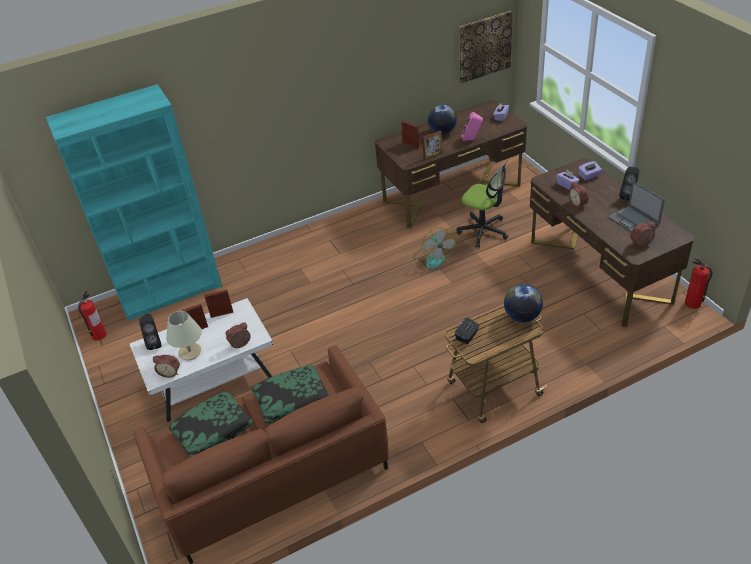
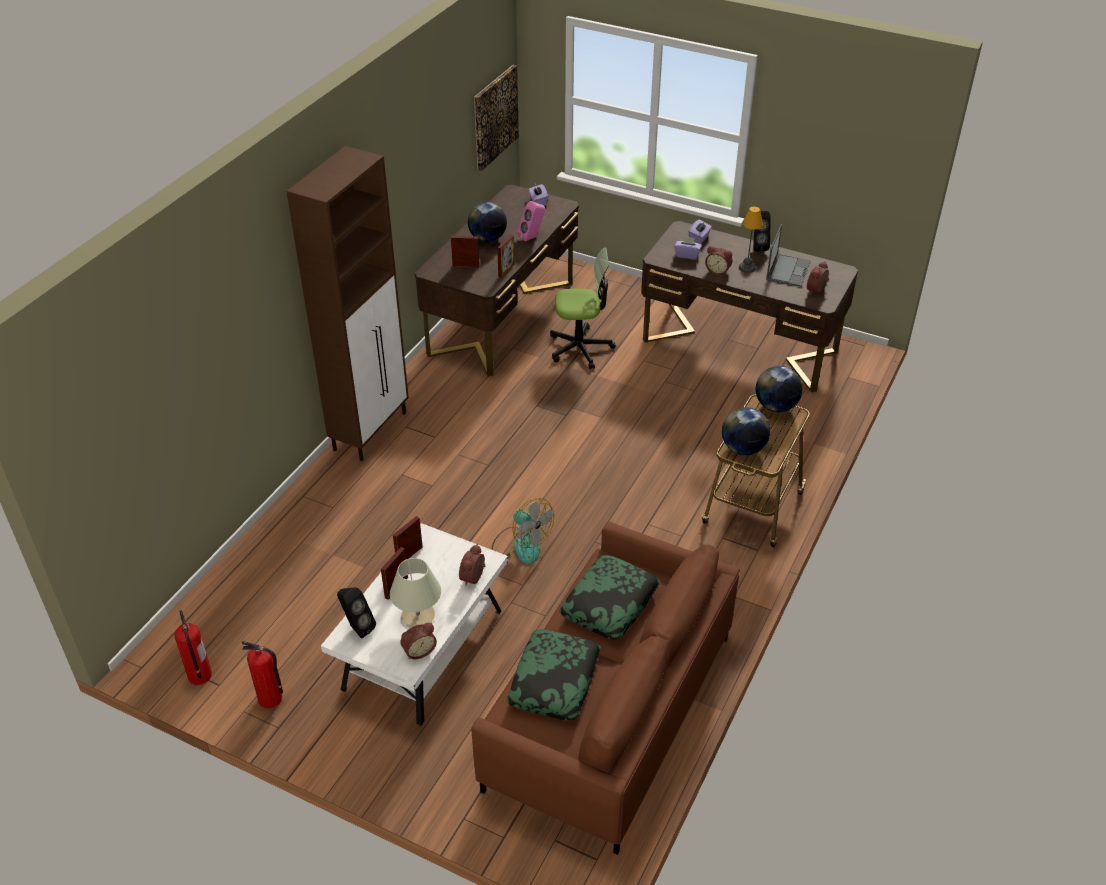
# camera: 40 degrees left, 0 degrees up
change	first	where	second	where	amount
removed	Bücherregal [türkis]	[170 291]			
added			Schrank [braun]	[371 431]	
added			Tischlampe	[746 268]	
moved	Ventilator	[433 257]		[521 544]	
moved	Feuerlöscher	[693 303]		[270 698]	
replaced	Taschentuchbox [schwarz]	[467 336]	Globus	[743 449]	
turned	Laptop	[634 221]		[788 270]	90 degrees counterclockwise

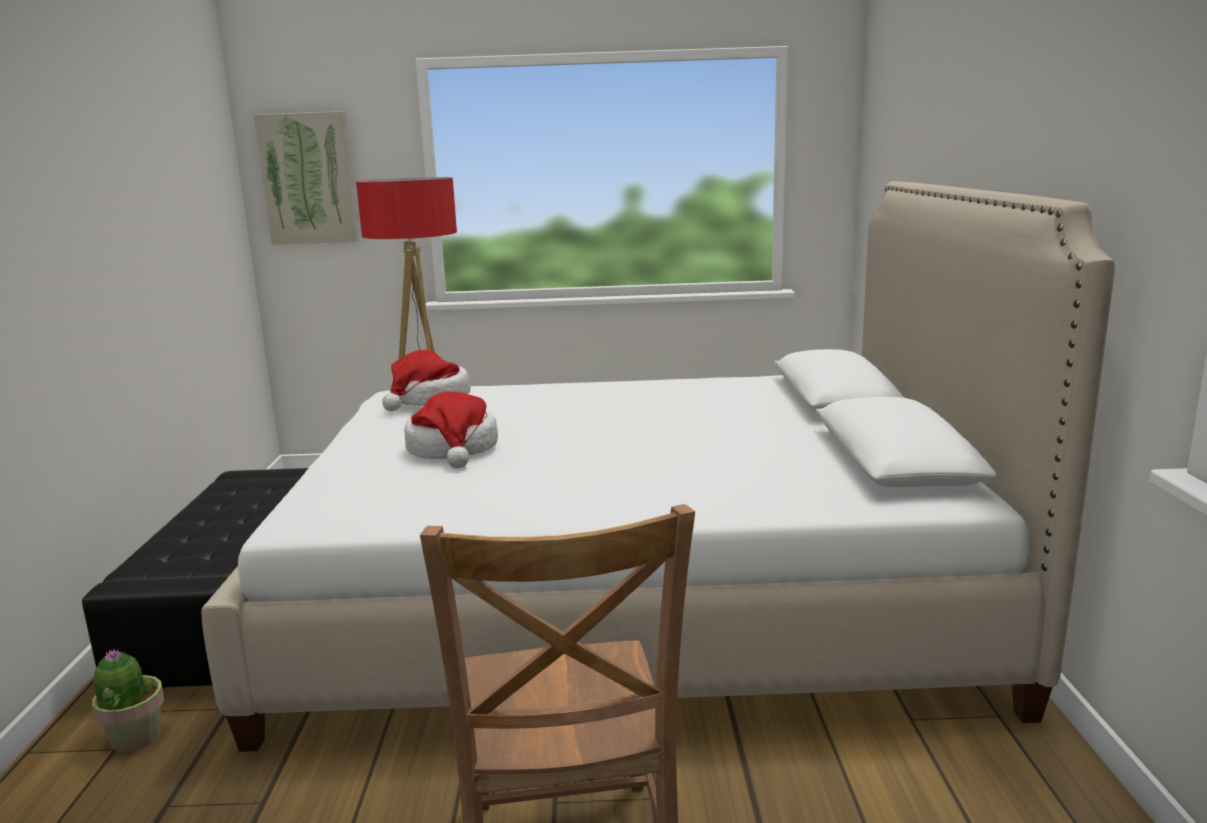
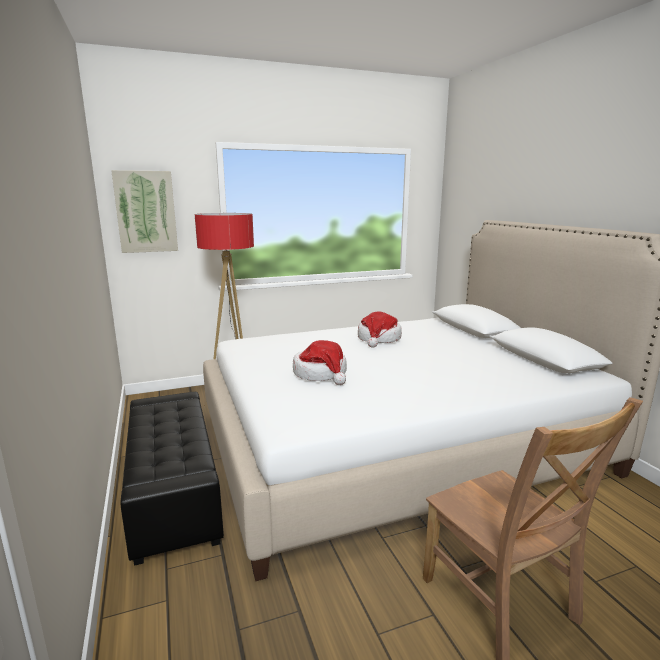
# camera: 20 degrees left, 0 degrees up
change	first	where	second	where	amount
removed	Topfpflanze	[135 738]			
moved	Hut	[429 399]		[379 339]	

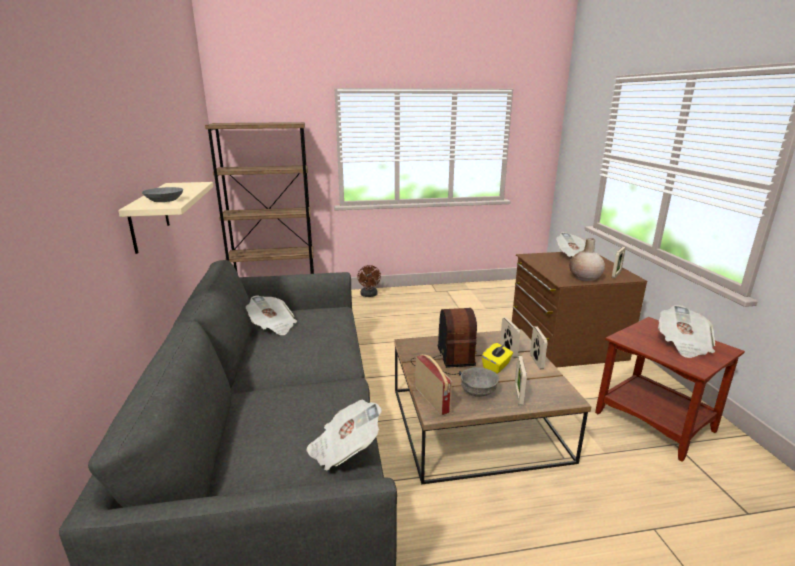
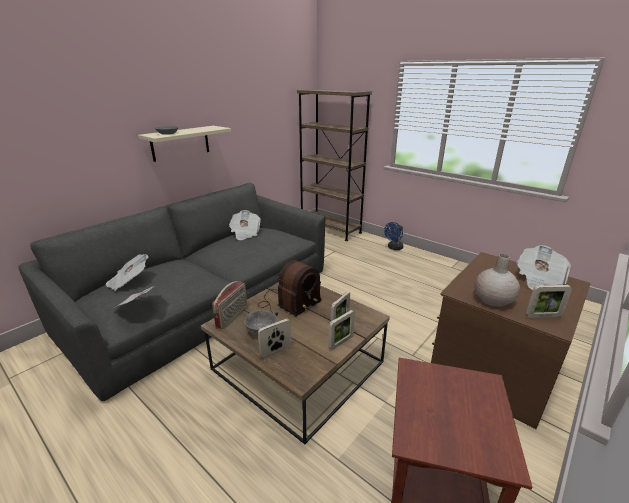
# camera: 50 degrees right, 5 degrees up
change	first	where	second	where	amount
removed	Taschentuchbox [gelb]	[496 366]			
moved	Zeitung	[683 344]		[129 282]	
recoloured	Ventilator [braun]	[369 295]	Ventilator [blau]	[394 248]	

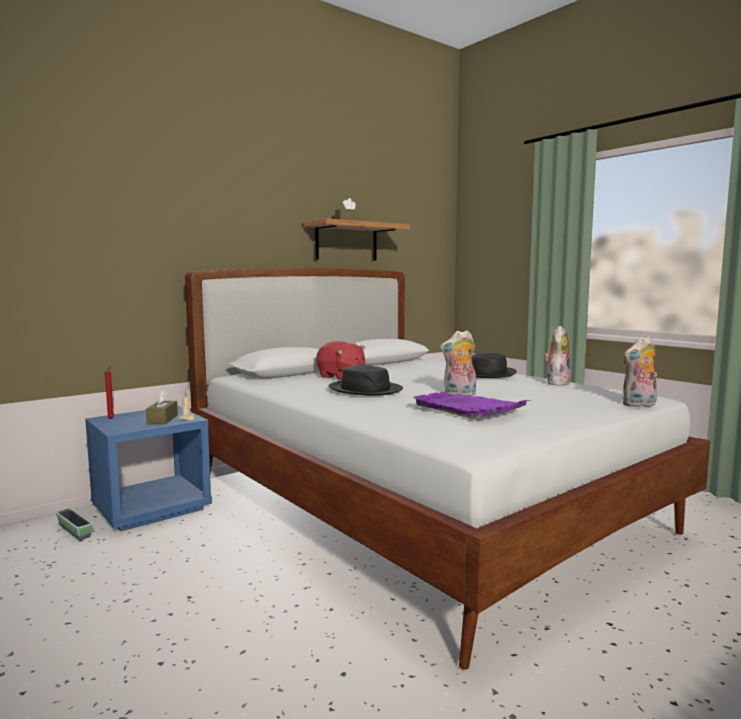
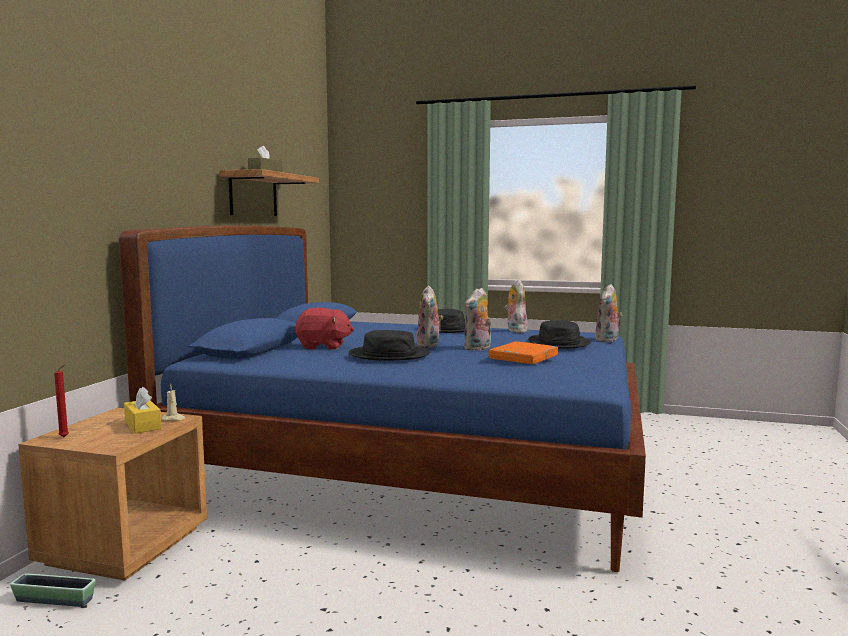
# camera: 35 degrees left, 0 degrees up
change	first	where	second	where	amount
added			Plüschtier	[429 345]	
added			Hut [schwarz]	[559 343]	
replaced	Tablett [lila]	[469 408]	Buch [orange]	[523 358]	
recoloured	Nachttisch [blau]	[152 508]	Nachttisch [braun]	[125 545]	
recoloured	Taschentuchbox [braun]	[162 419]	Taschentuchbox [gelb]	[143 425]	
recoloured	Bett [weiß]	[418 507]	Bett [blau]	[415 469]	

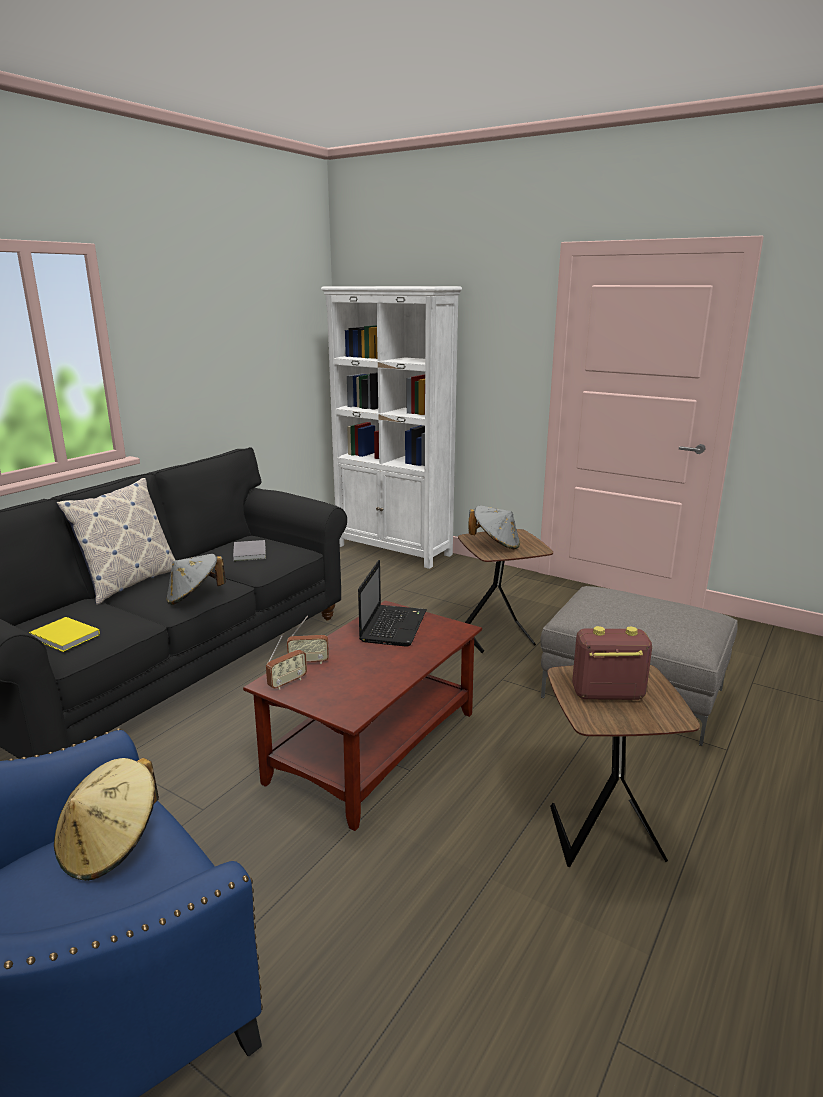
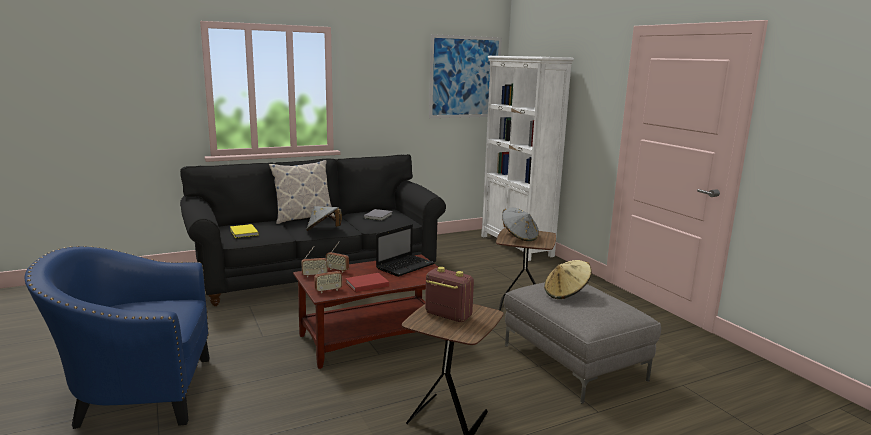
# camera: 30 degrees right, 5 degrees down
change	first	where	second	where	amount
added			Radio	[328 290]	
added			Buch [rot]	[365 284]	
added			Bild	[465 77]	
moved	Hut [beige]	[111 845]		[566 293]	

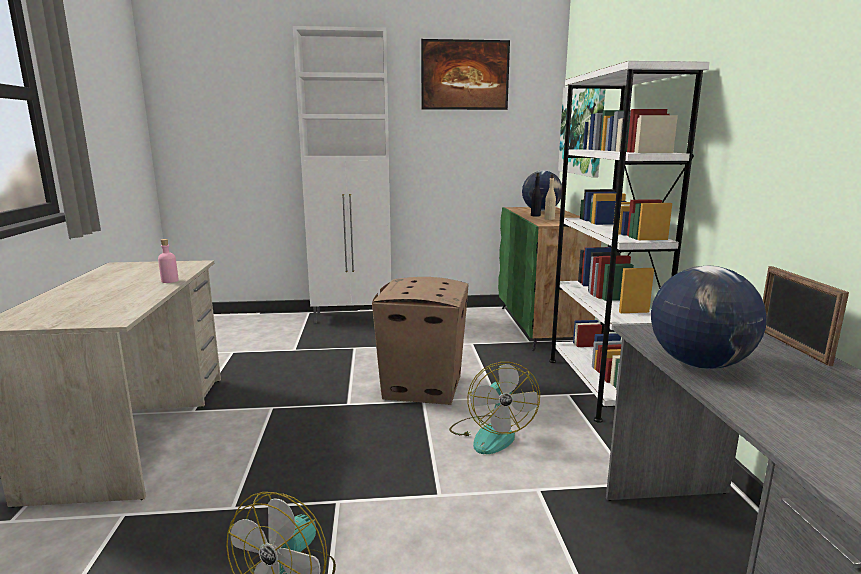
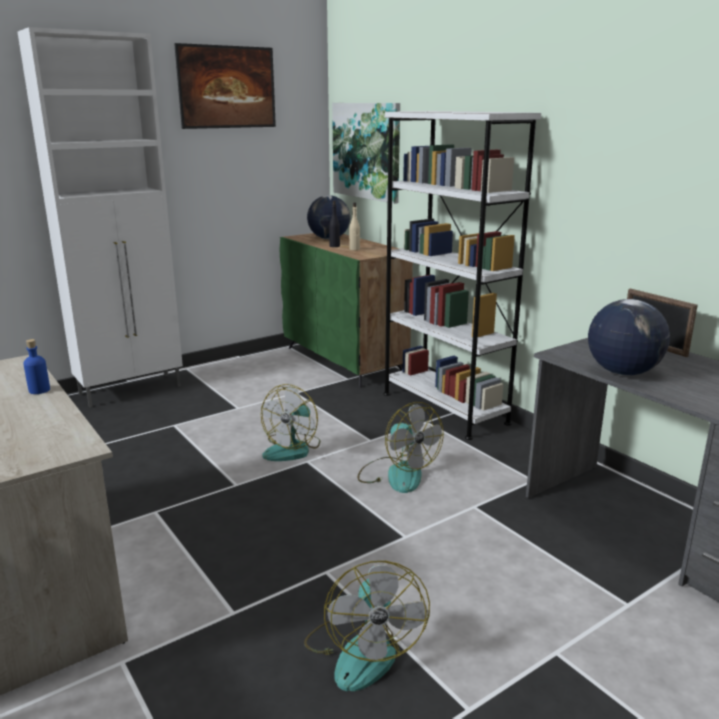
# camera: 30 degrees left, 5 degrees up
change	first	where	second	where	amount
replaced	Karton	[422 387]	Ventilator	[293 449]	
recoloured	Flasche [rosa]	[170 281]	Flasche [blau]	[39 390]	

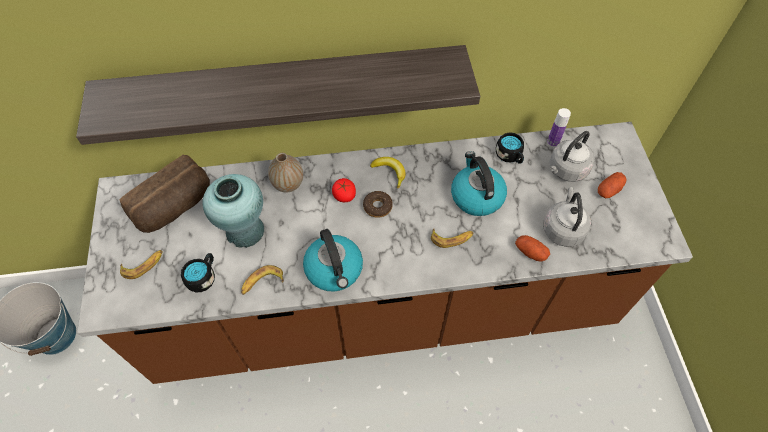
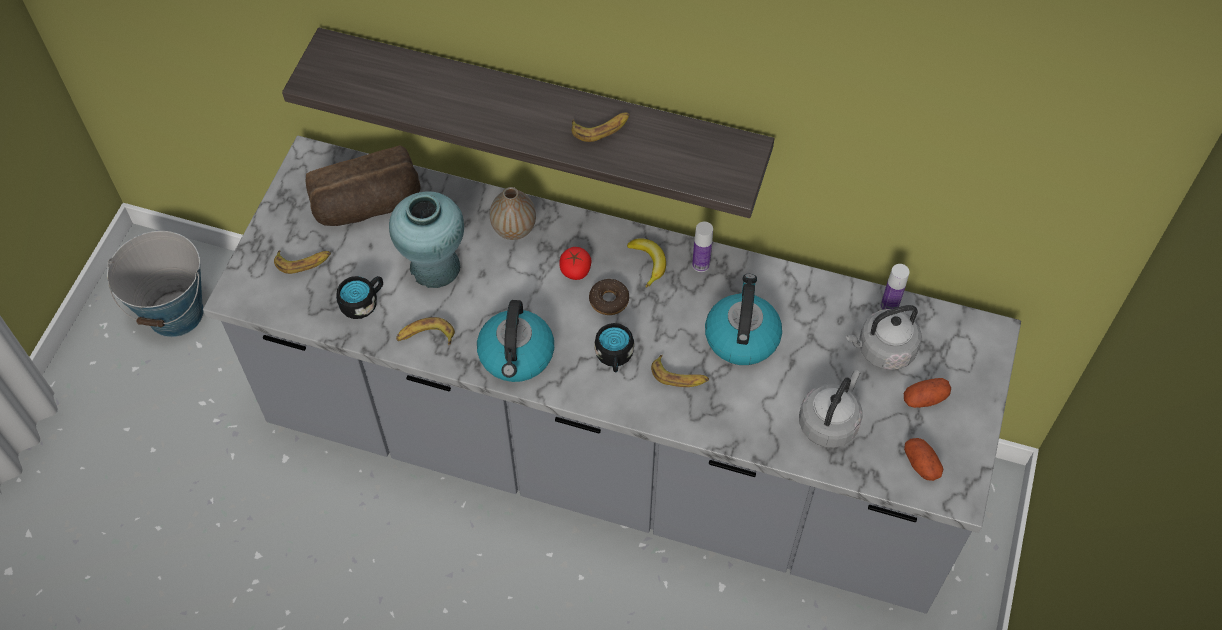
# camera: 25 degrees right, 0 degrees up
change	first	where	second	where	amount
added			Banane	[601 128]	
added			Flasche	[701 265]	
moved	Henkelbecher [schwarz]	[510 156]		[614 357]	
moved	Kartoffel	[530 252]		[921 464]	
recoloured	Küchenzeile [braun]	[384 305]	Küchenzeile [grau]	[611 452]	

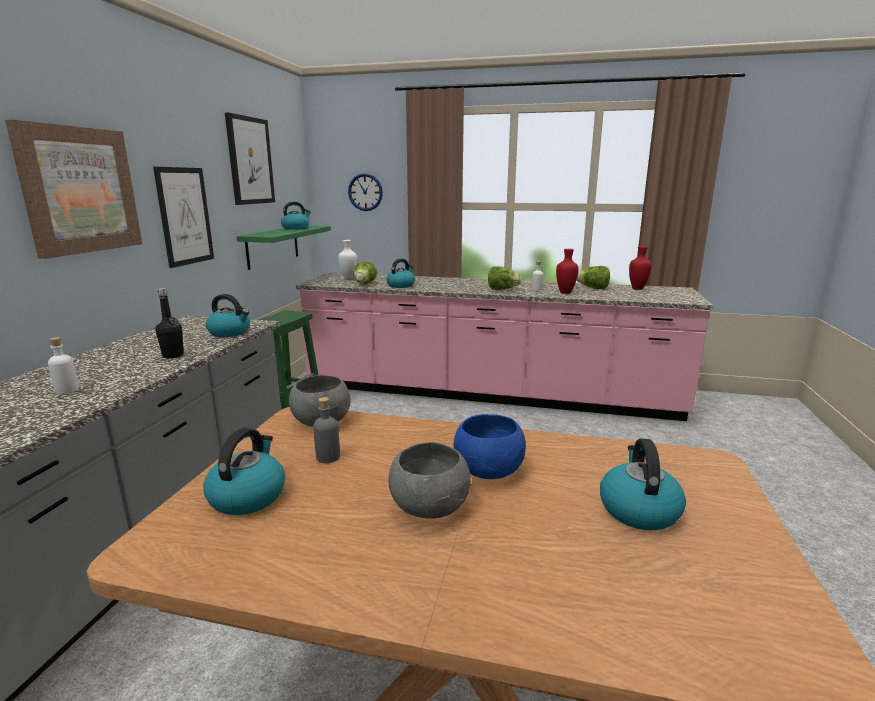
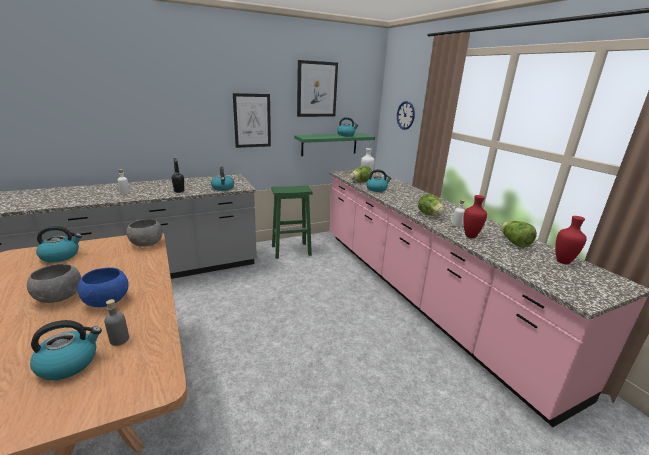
# camera: 50 degrees right, 5 degrees up
change	first	where	second	where	amount
removed	Bild	[79 190]			
moved	Flasche [grau]	[328 457]		[119 339]	

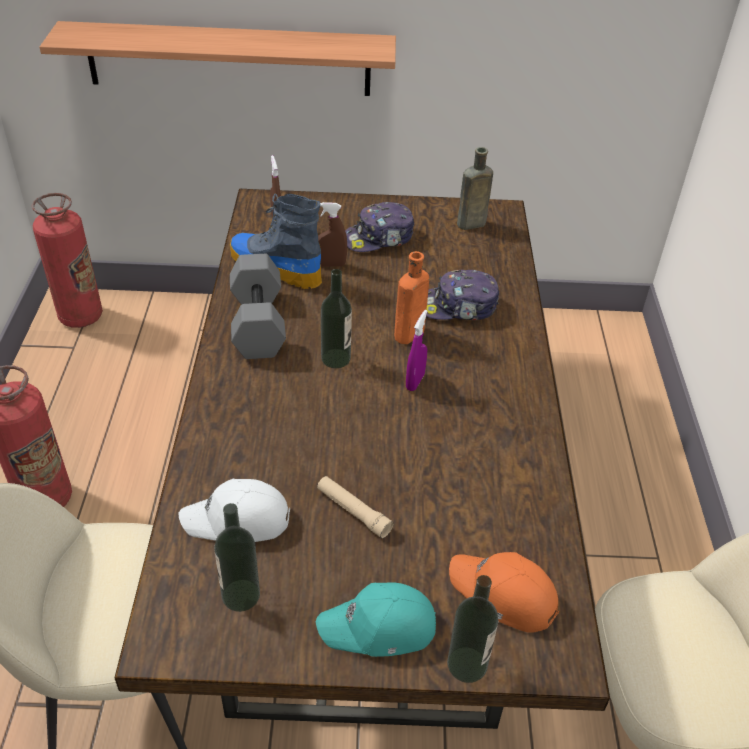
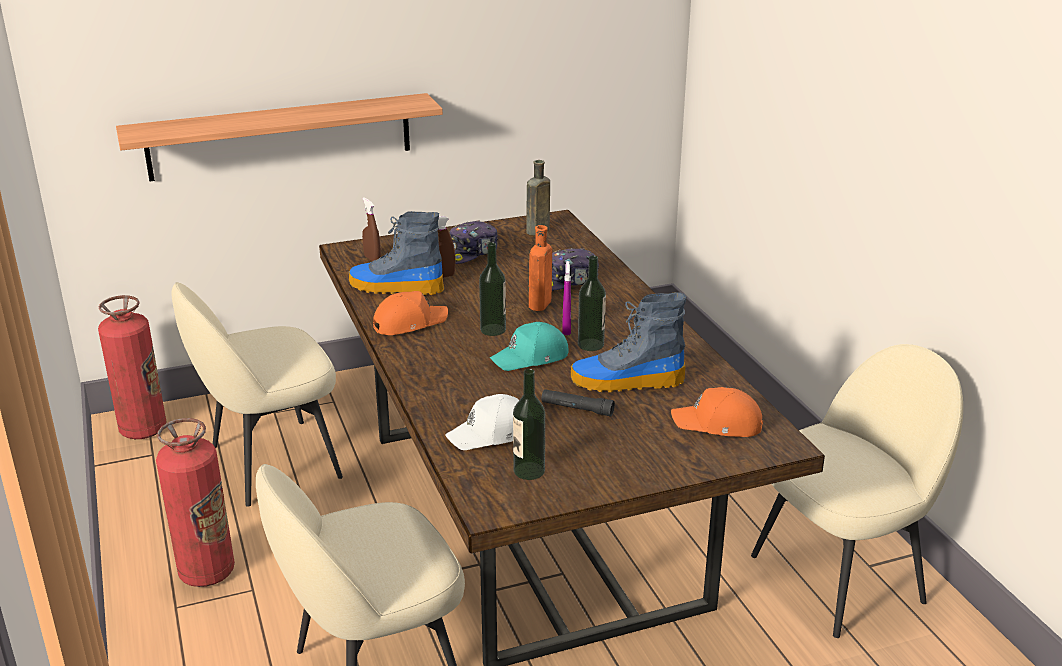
# camera: 20 degrees left, 15 degrees down
change	first	where	second	where	amount
added			Stuhl [beige]	[271 463]	
added			Stiefel	[626 382]	
moved	Kappe [türkis]	[379 628]		[531 357]	
moved	Flasche	[467 664]		[591 345]	
replaced	Hantel [grau]	[256 323]	Kappe [orange]	[409 323]	
recoloured	Taschenlampe [beige]	[353 511]	Taschenlampe [schwarz]	[577 408]	

